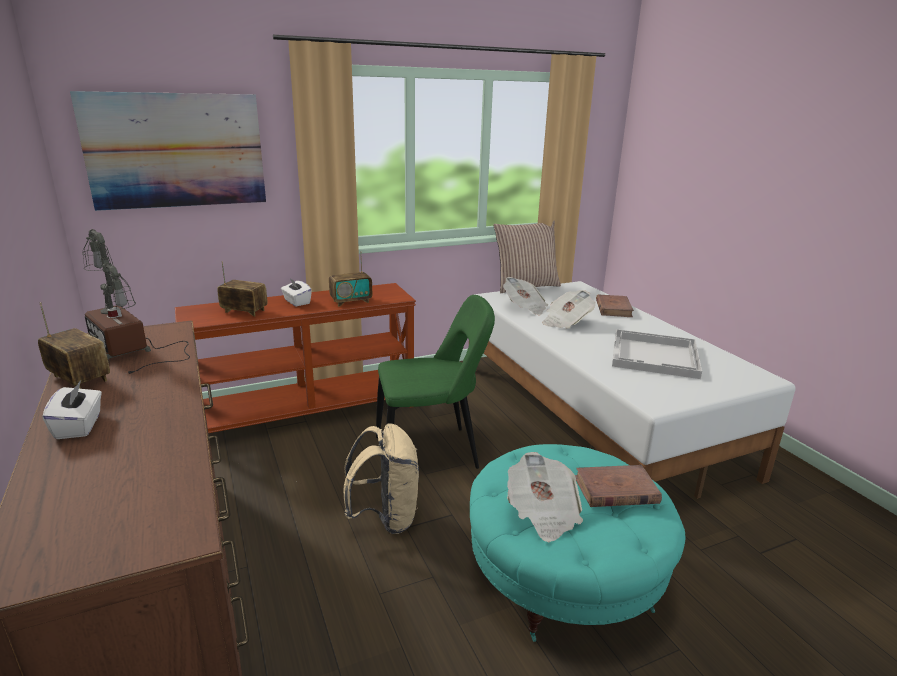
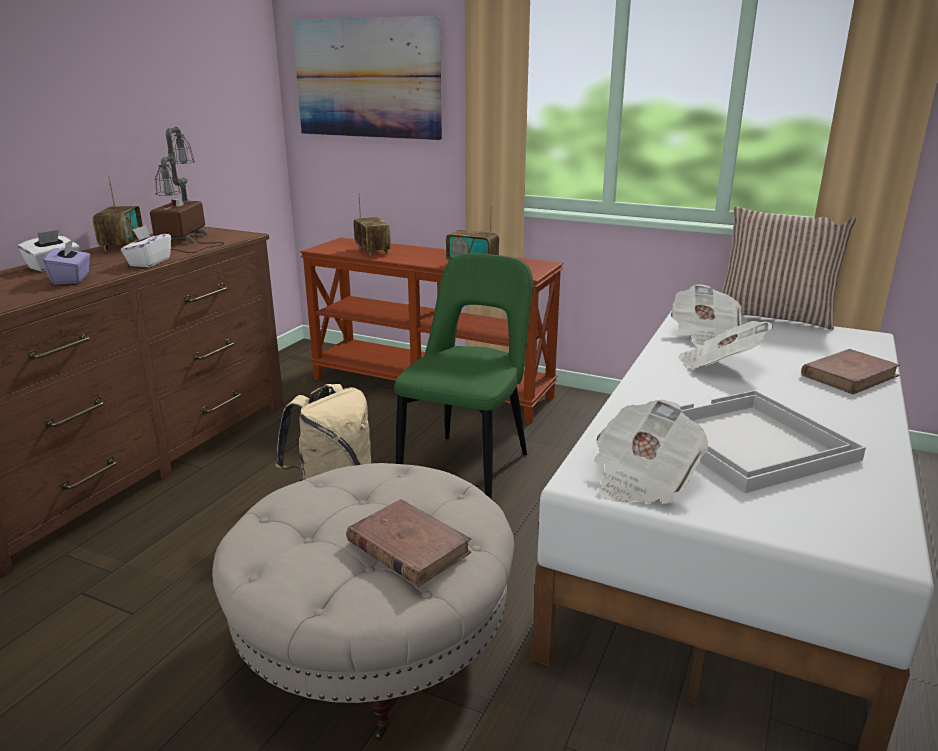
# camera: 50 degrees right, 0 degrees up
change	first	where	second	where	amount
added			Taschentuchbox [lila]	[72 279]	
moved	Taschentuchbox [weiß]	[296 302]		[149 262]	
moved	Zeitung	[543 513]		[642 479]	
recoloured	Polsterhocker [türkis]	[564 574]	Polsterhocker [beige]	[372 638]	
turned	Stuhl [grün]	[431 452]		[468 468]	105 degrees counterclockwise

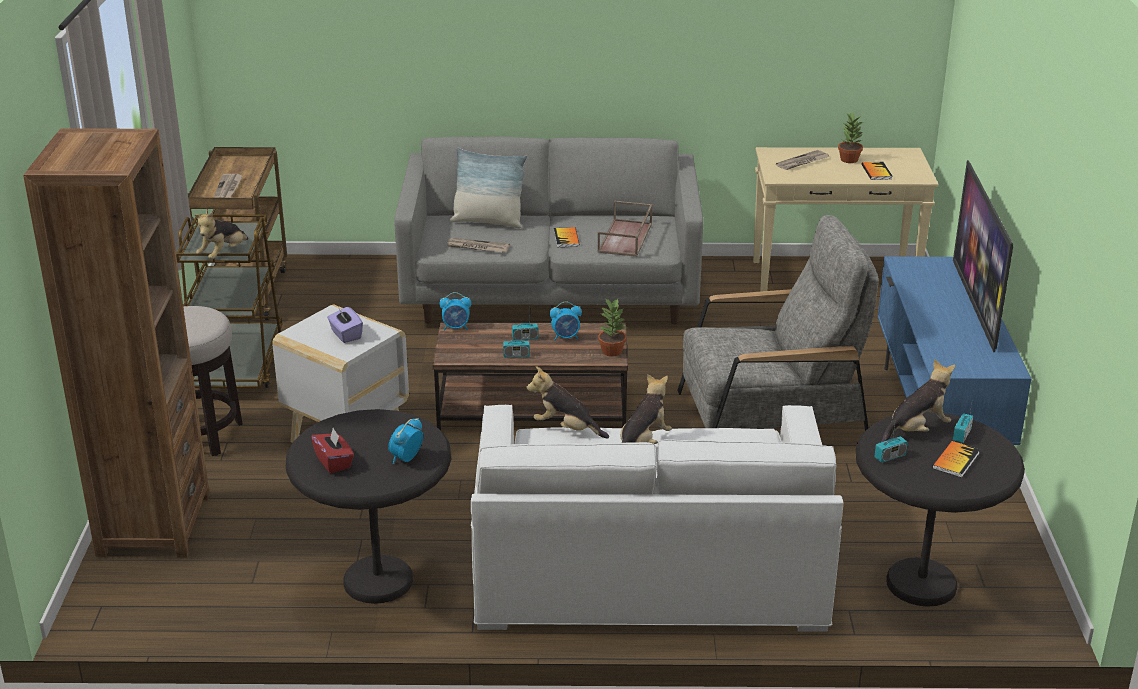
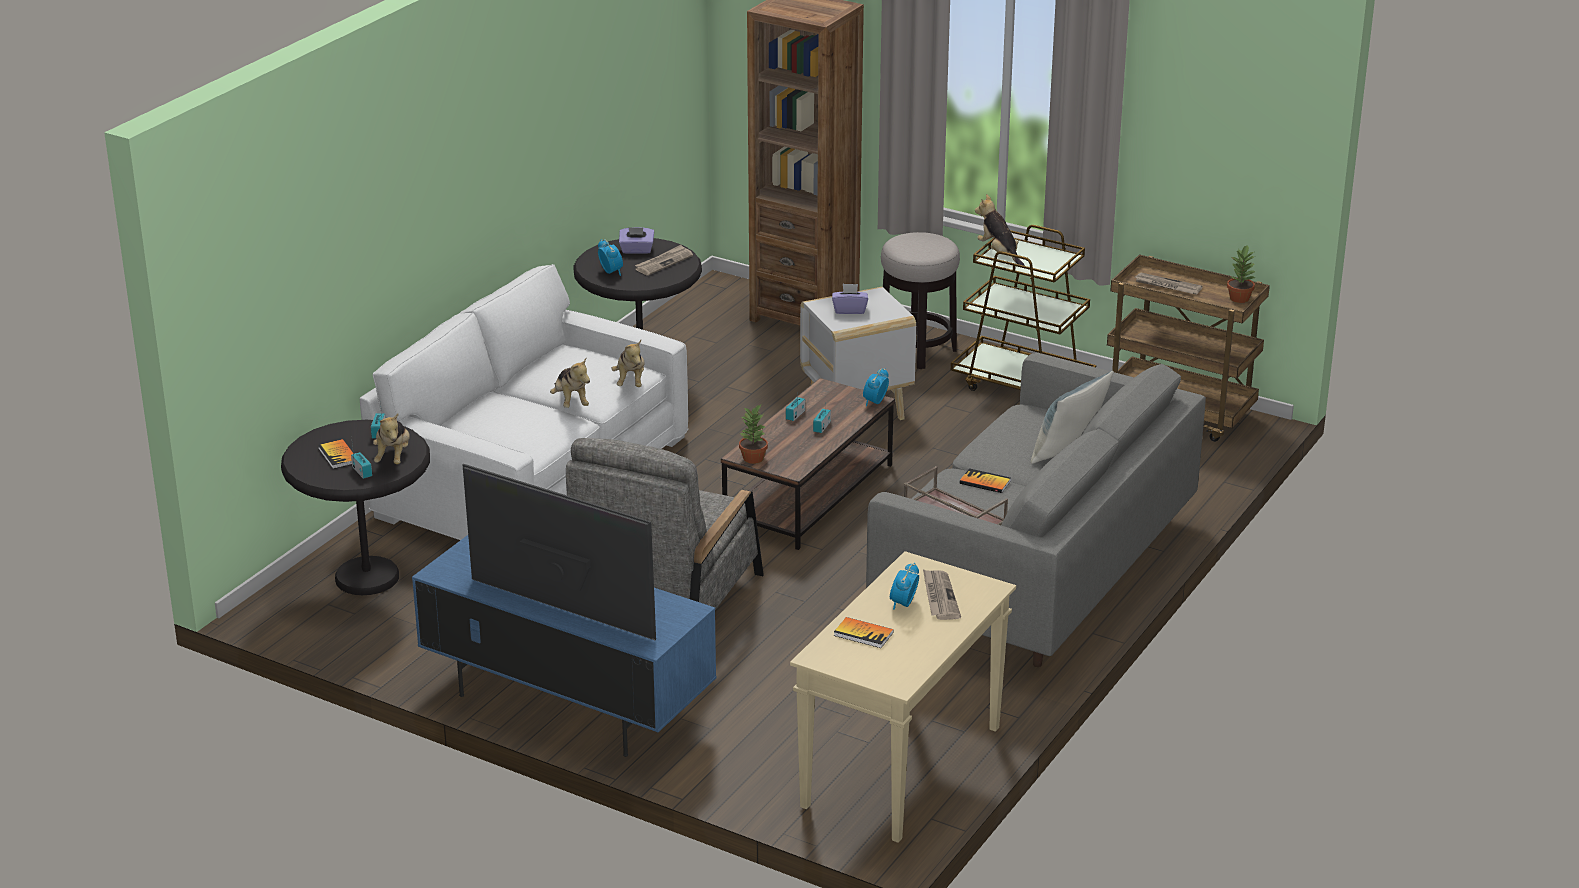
# camera: 120 degrees right, 0 degrees up
change	first	where	second	where	amount
moved	Zeitung	[477 247]		[664 262]	
moved	Wecker	[566 337]		[903 604]	
moved	Topfpflanze	[848 159]		[1240 298]	
recoloured	Taschentuchbox [rot]	[334 462]	Taschentuchbox [lila]	[636 250]	
turned	Plüschtier	[566 429]		[630 381]	120 degrees clockwise

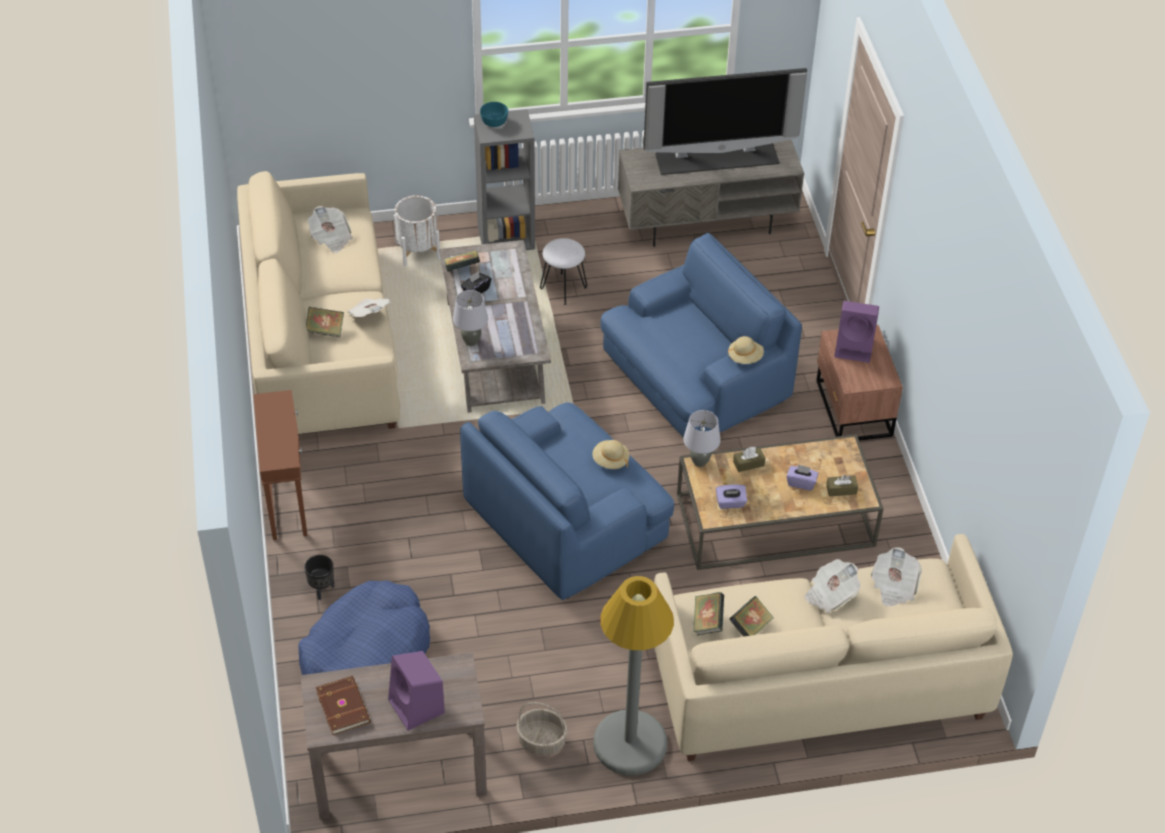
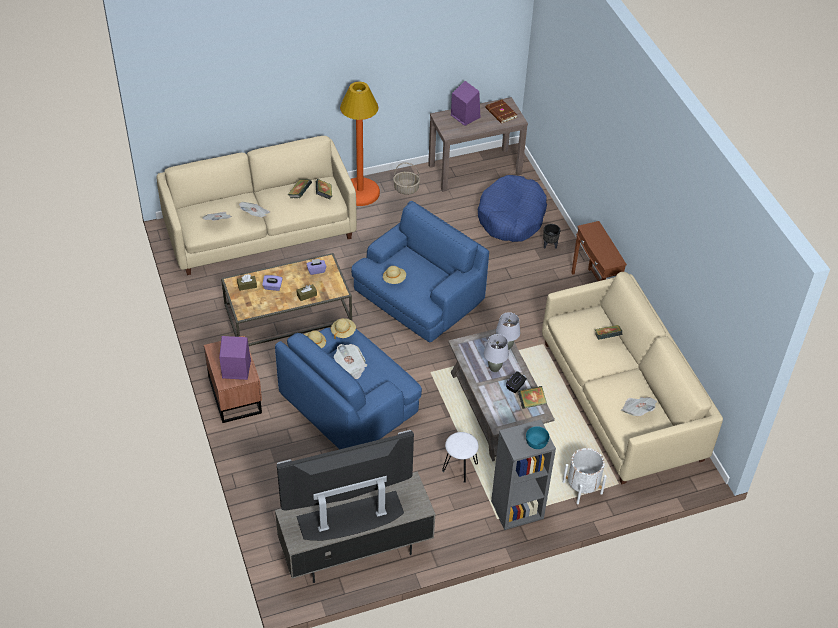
# camera: 170 degrees right, 0 degrees up
change	first	where	second	where	amount
added			Hut [beige]	[343 332]	
moved	Zeitung	[369 315]		[350 367]	
moved	Tischlampe [grau]	[700 462]		[494 368]	
recoloured	Stehlampe [grau]	[630 743]	Stehlampe [orange]	[360 192]	

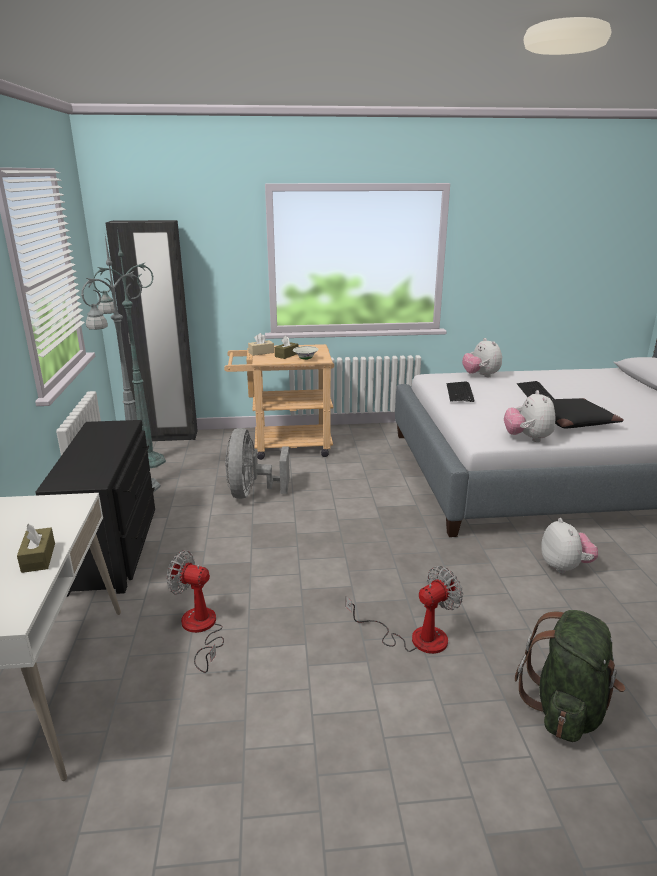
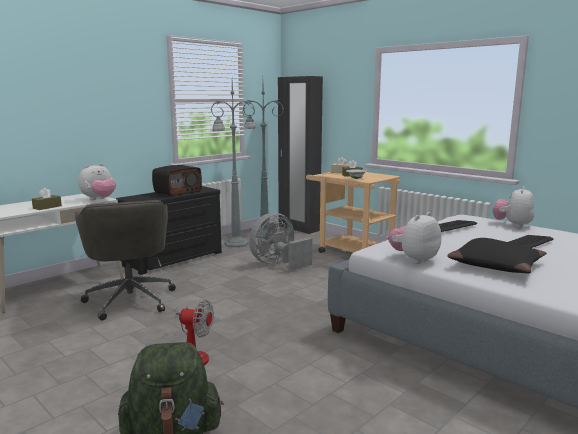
# camera: 50 degrees right, 10 degrees down
change	first	where	second	where	amount
added			Radio	[177 192]	
moved	Plüschtier	[564 567]		[99 199]	
replaced	Ventilator	[200 629]	Bürostuhl [grau]	[130 299]	

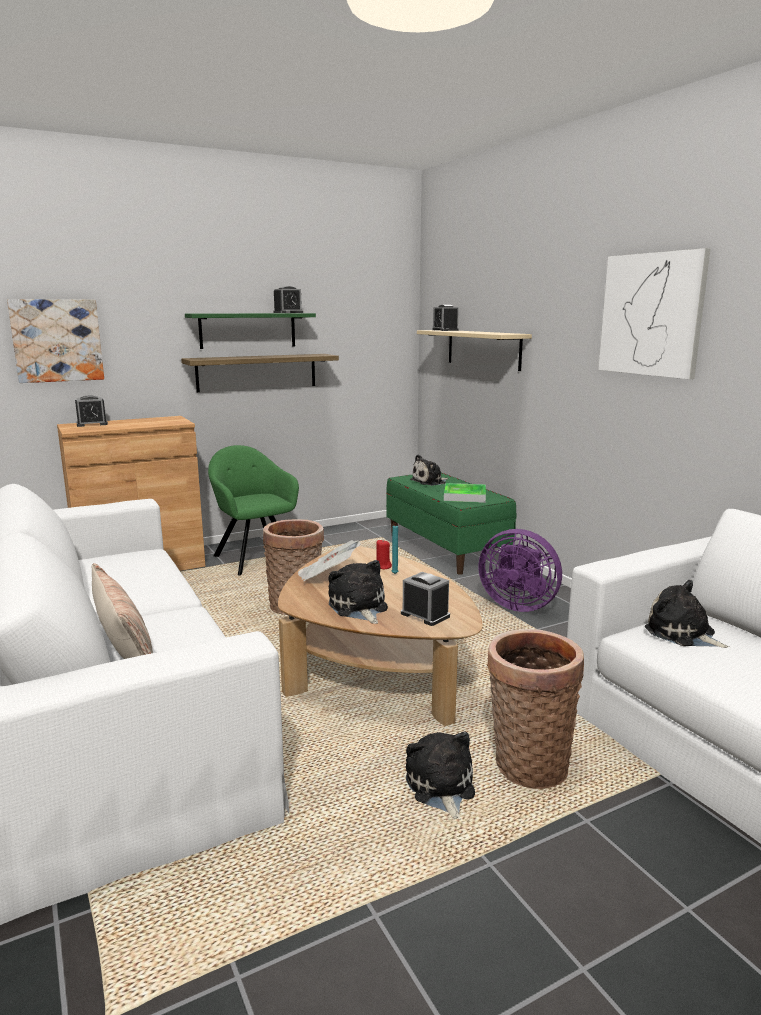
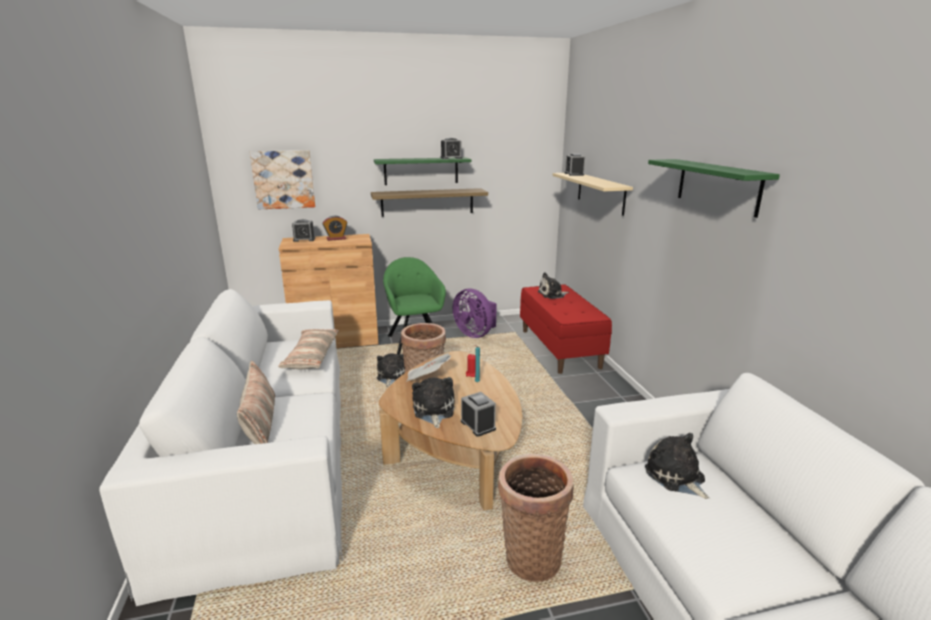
# camera: 15 degrees right, 5 degrees up
change	first	where	second	where	amount
removed	Tablett	[464 496]			
added			Kissen	[311 356]	
added			Wecker	[336 239]	
moved	Plüschtier	[440 787]		[390 377]	
moved	Ventilator [lila]	[518 605]		[475 334]	
replaced	Bild	[651 314]	Wandregal [grün]	[717 186]	
recoloured	Bank [grün]	[446 549]	Bank [rot]	[560 348]	

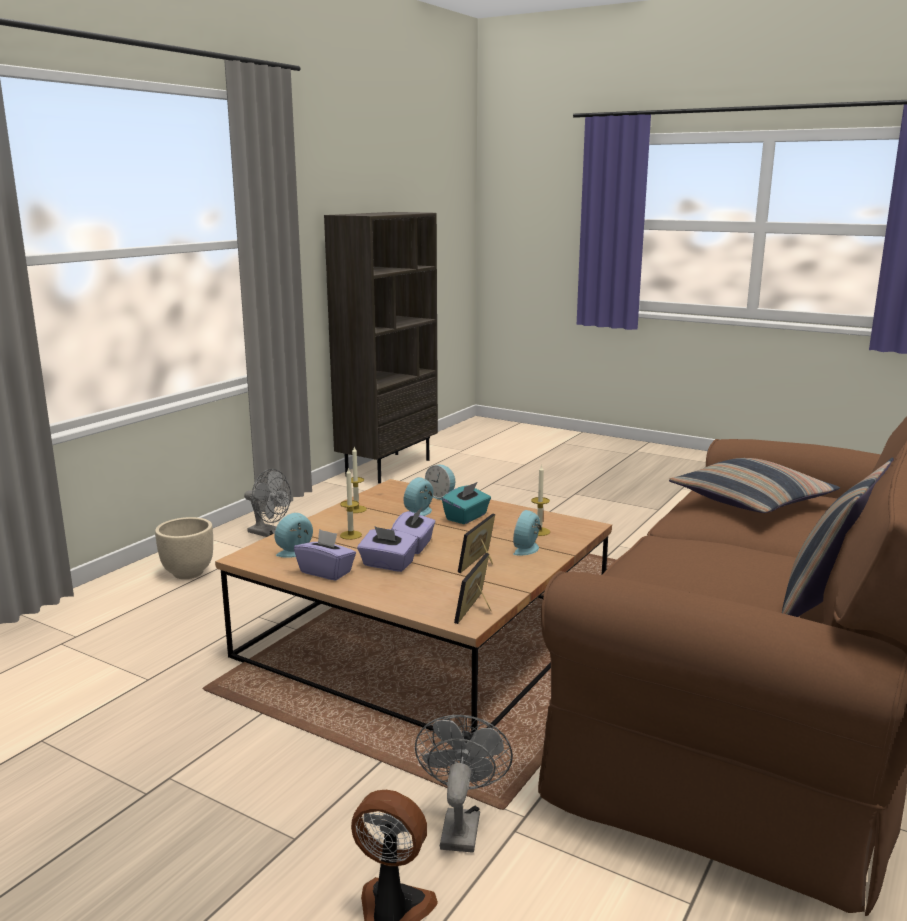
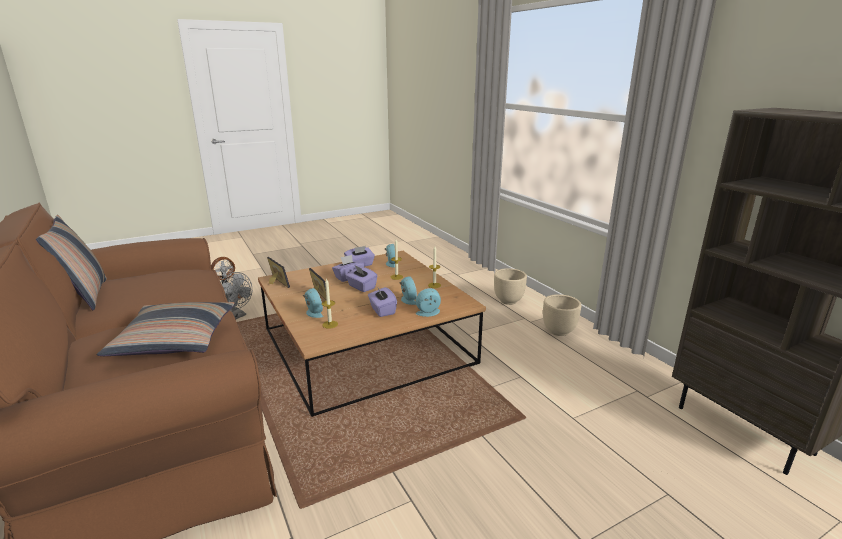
# camera: 120 degrees right, 5 degrees up
change	first	where	second	where	amount
replaced	Ventilator [grau]	[269 533]	Pflanzkübel [beige]	[559 331]	
recoloured	Taschentuchbox [türkis]	[467 517]	Taschentuchbox [lila]	[382 310]	

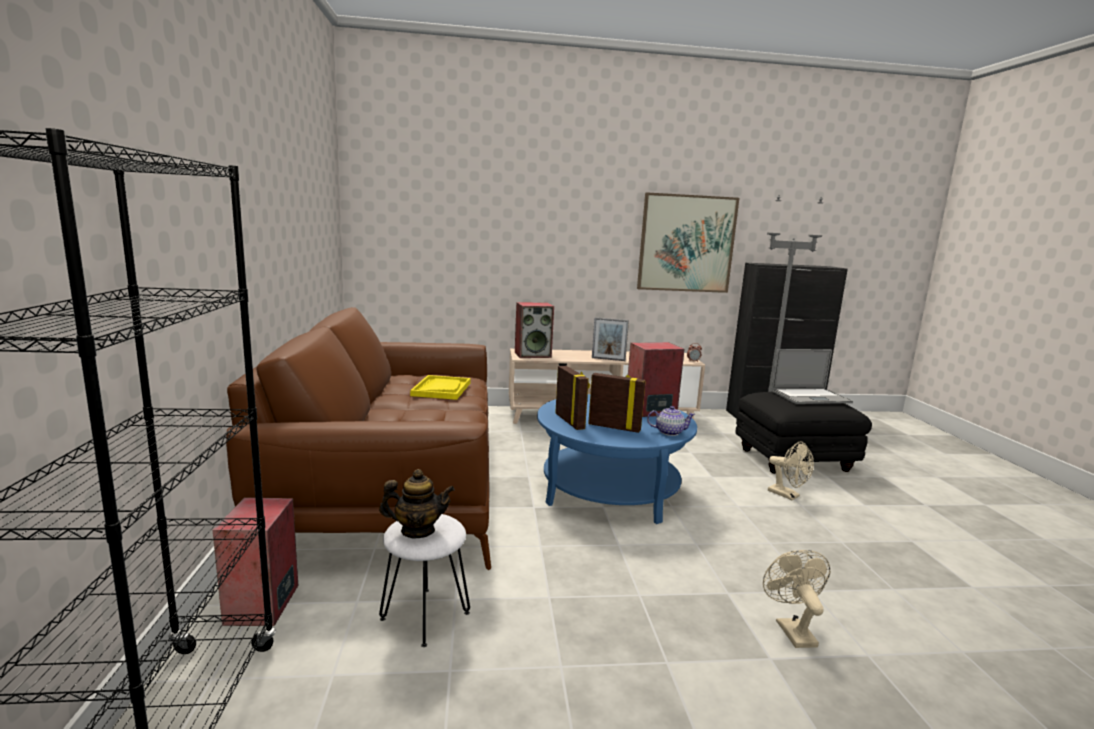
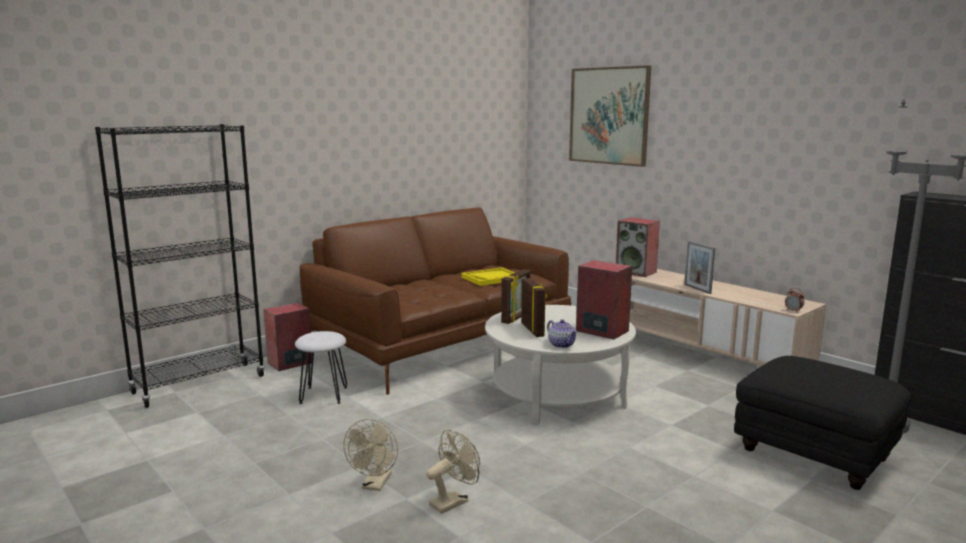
# camera: 55 degrees right, 0 degrees up
change	first	where	second	where	amount
removed	Teekanne	[417 531]			
removed	Laptop	[810 397]			
moved	Bild	[686 243]		[609 116]	
moved	Ventilator [beige]	[788 495]		[375 485]	
recoloured	Couchtisch [blau]	[610 490]	Couchtisch [weiß]	[557 395]	

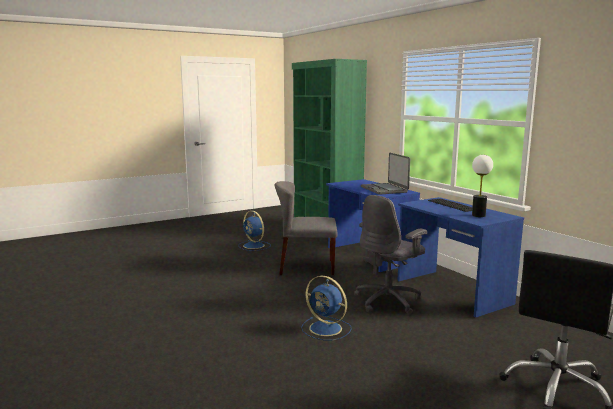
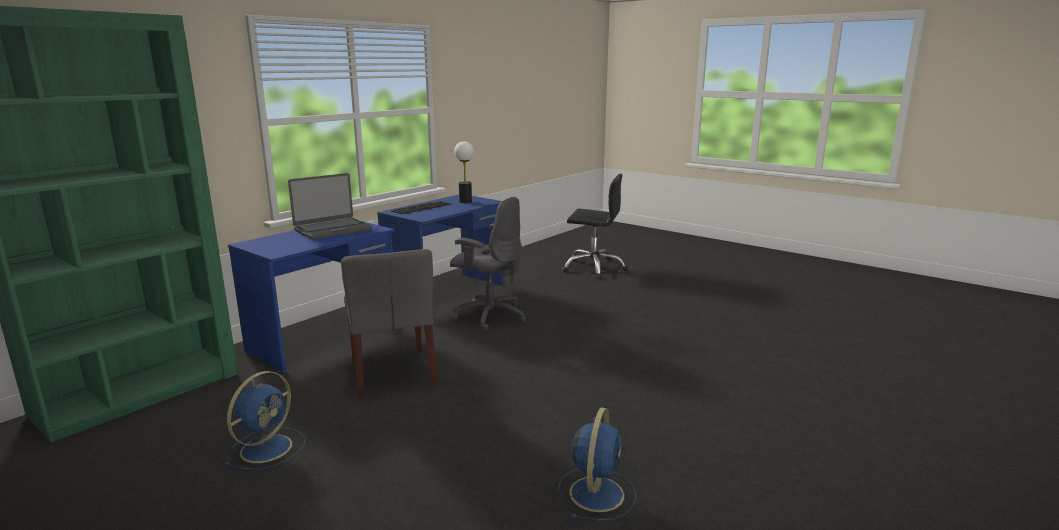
# camera: 110 degrees left, 5 degrees up
change	first	where	second	where	amount
moved	Ventilator [blau]	[326 329]		[597 492]	

